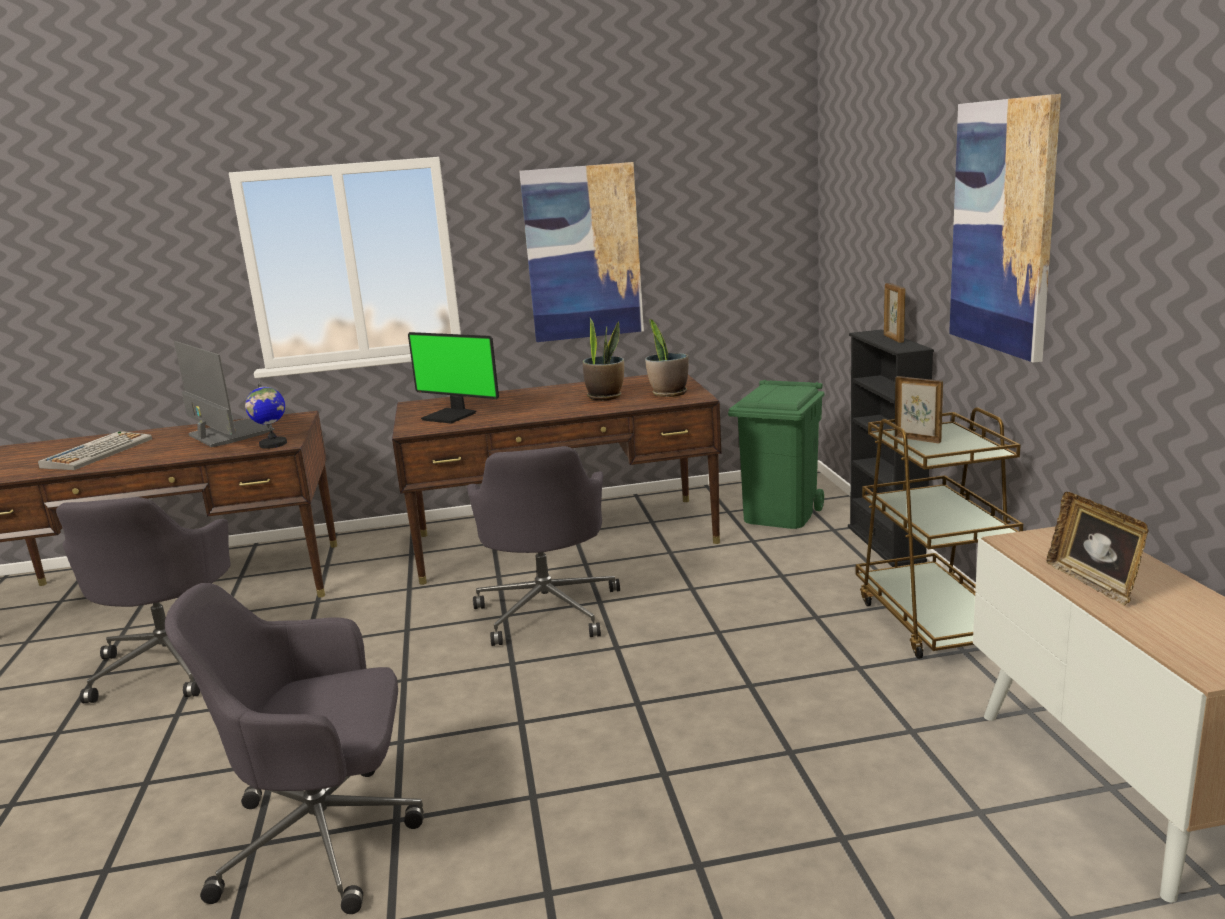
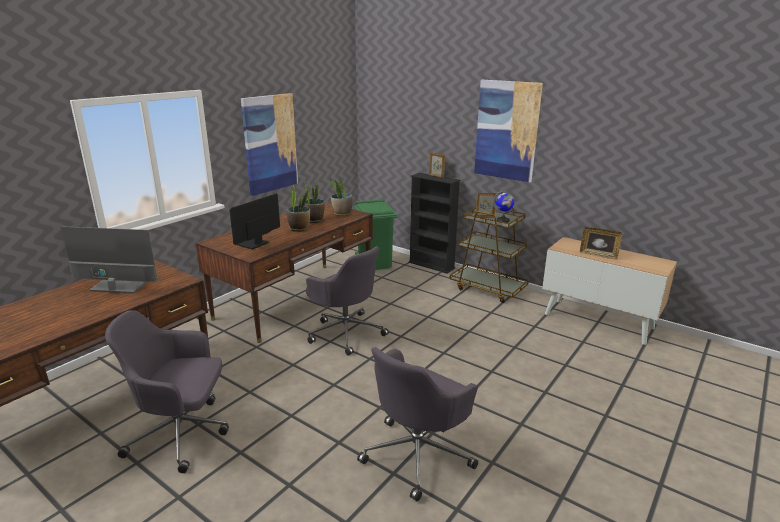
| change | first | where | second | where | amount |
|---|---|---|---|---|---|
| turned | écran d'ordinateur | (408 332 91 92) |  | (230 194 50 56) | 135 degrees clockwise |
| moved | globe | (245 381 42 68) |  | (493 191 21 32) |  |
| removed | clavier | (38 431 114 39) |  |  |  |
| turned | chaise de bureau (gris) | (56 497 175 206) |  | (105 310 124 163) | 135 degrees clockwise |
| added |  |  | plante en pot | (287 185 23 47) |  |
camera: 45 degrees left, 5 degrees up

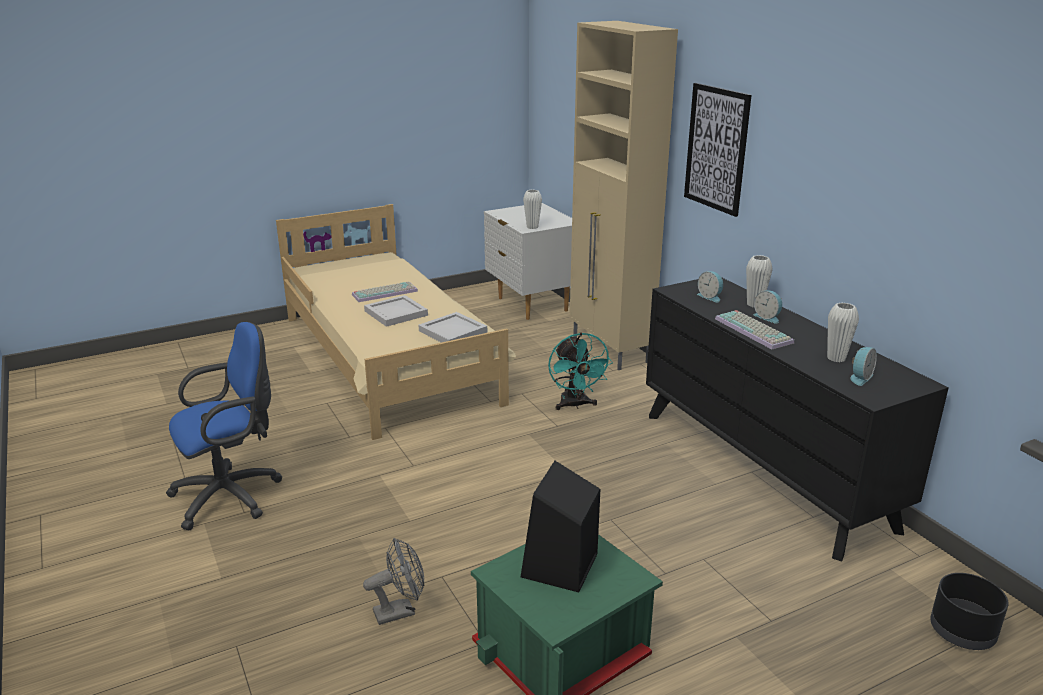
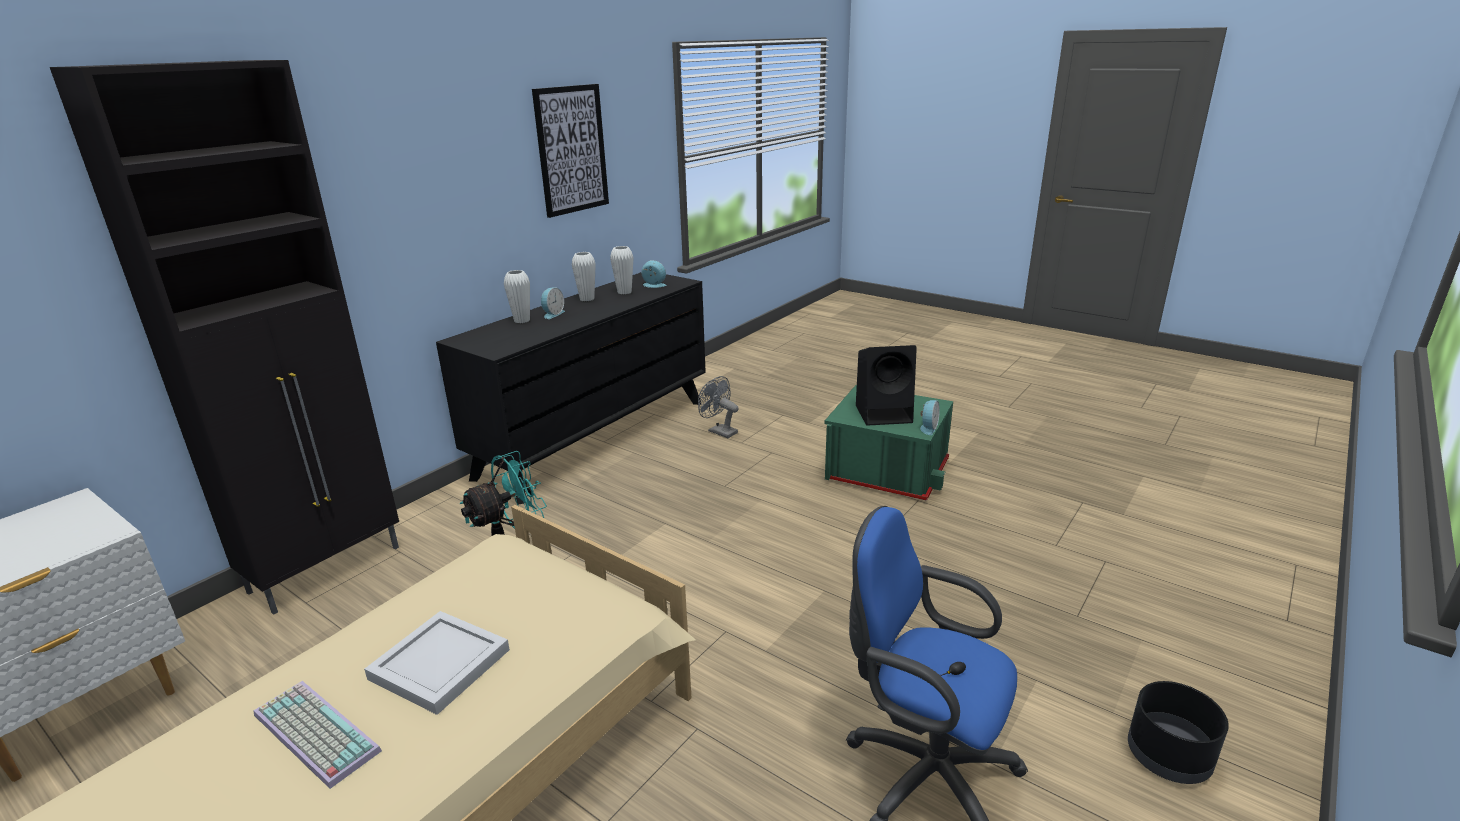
| change | first | where | second | where | amount |
|---|---|---|---|---|---|
| recoloured | meuble de rangement (beige) | (570 21 108 349) | meuble de rangement (noir) | (50 60 349 555) |  |
| moved | tableau | (684 83 67 134) |  | (532 84 77 134) |  |
| moved | vase (blanc) | (523 190 19 39) |  | (572 252 24 49) |  |
| moved | réveil | (697 271 26 31) |  | (920 400 20 35) |  |
| removed | clavier | (715 310 79 39) |  |  |  |
| removed | plateau (blanc) | (419 312 68 31) |  |  |  |
| moved | ventilateur (gris) | (363 538 61 87) |  | (698 376 41 62) |  |
| moved | cache-pot (noir) | (930 573 79 77) |  | (1128 681 101 103) |  |
camera: 115 degrees left, 0 degrees up

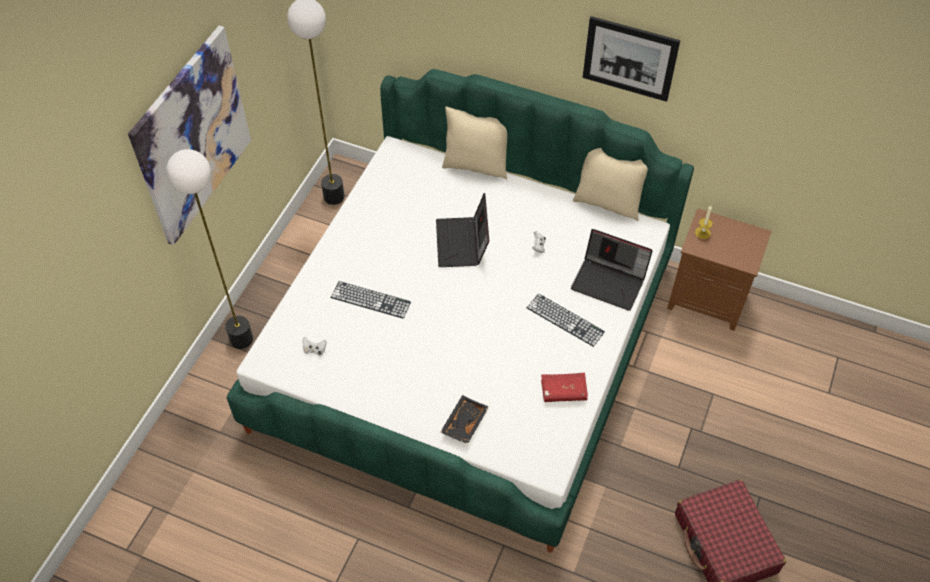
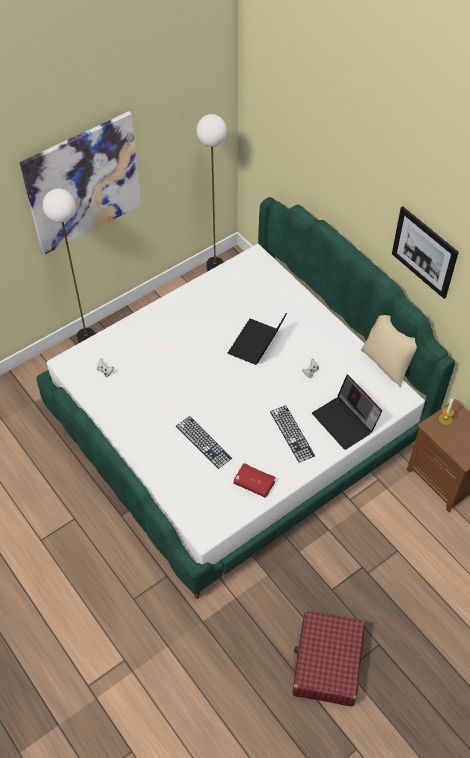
| change | first | where | second | where | amount |
|---|---|---|---|---|---|
| removed | coussin (beige) | (442 107 65 73) |  |  |  |
| moved | clavier | (331 281 80 38) |  | (176 416 56 53) |  |
| removed | plateau (noir) | (440 395 49 49) |  |  |  |
camera: 30 degrees right, 0 degrees up

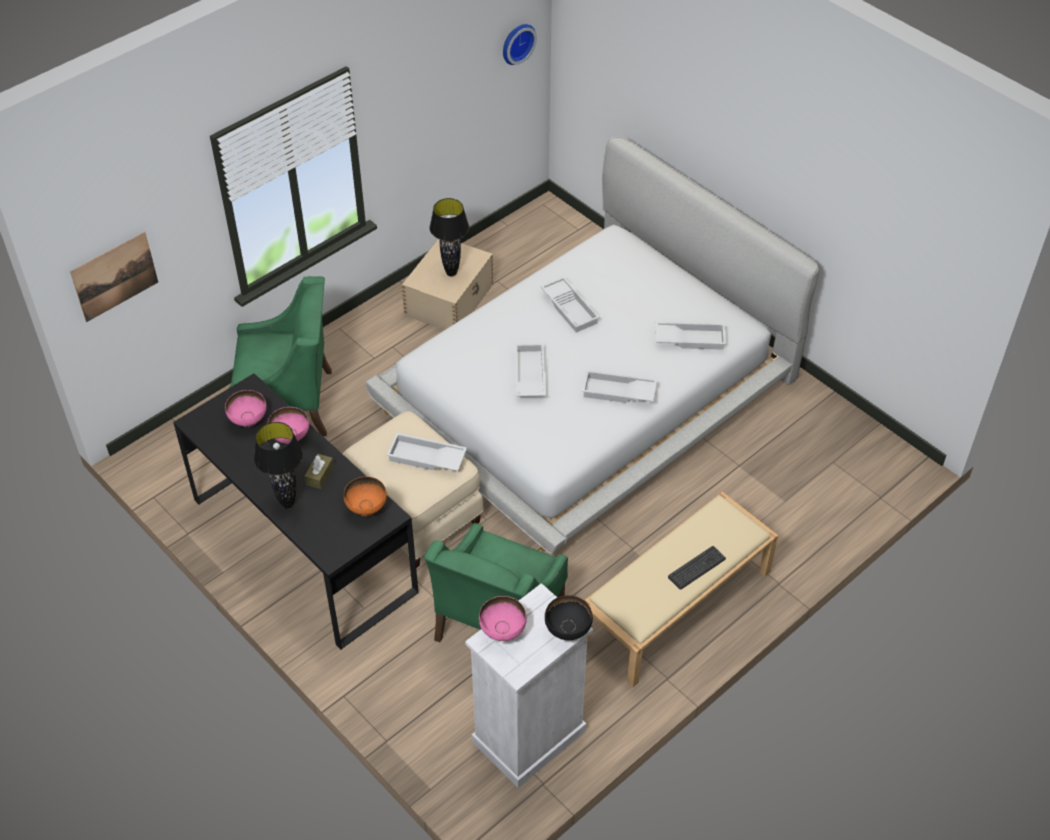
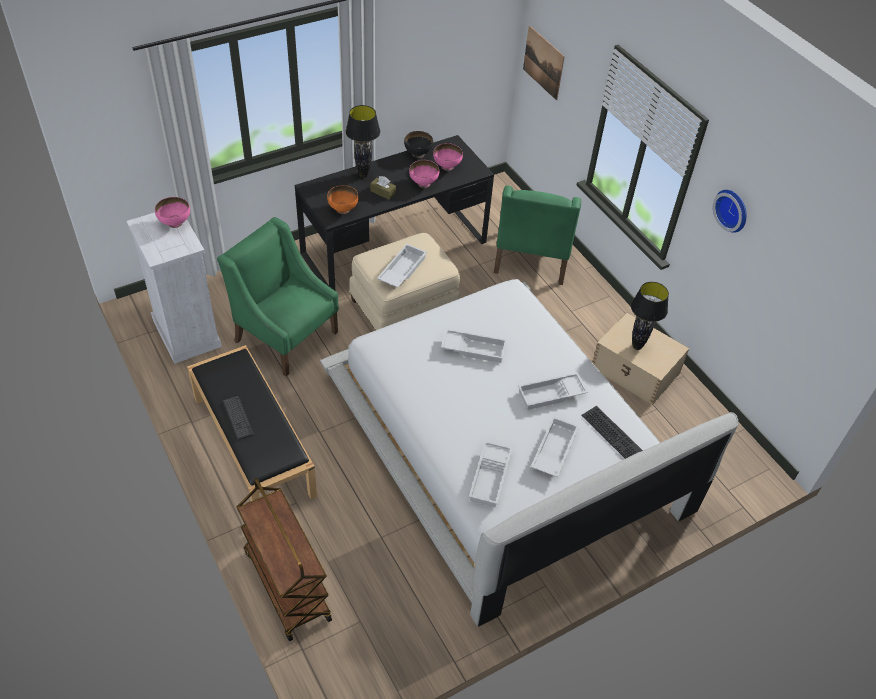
| change | first | where | second | where | amount |
|---|---|---|---|---|---|
| moved | horloge murale | (503 24 34 41) |  | (713 190 34 43) |  |
| moved | plateau (blanc) | (582 370 75 33) |  | (531 416 48 61) |  |
| recoloured | banc (beige) | (584 492 194 195) | banc (noir) | (187 345 130 156) |  |
| moved | bol (noir) | (545 595 48 45) |  | (404 131 29 27) |  |
| added |  |  | clavier | (581 406 62 53) |  |
| added |  |  | chariot (marron) | (237 477 95 164) |  |
camera: 100 degrees right, 0 degrees up

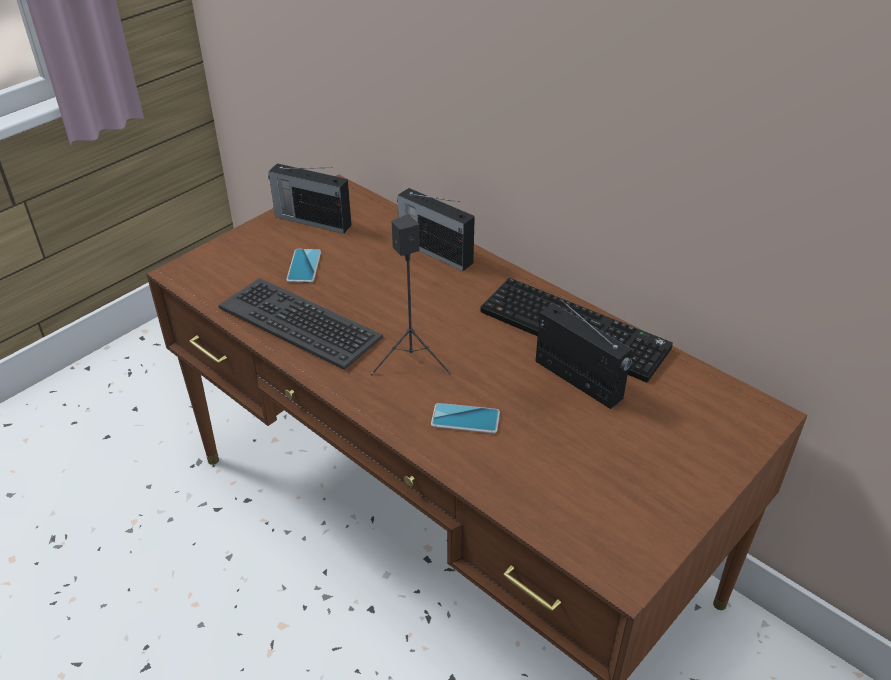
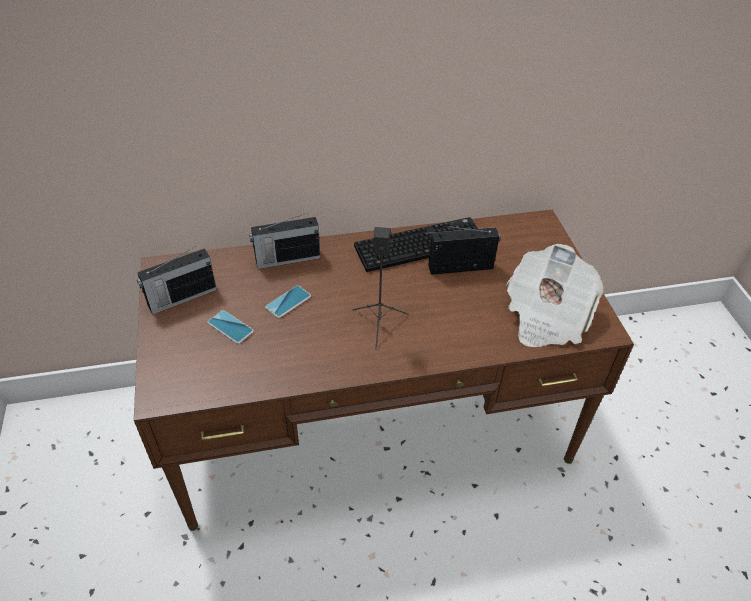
| change | first | where | second | where | amount |
|---|---|---|---|---|---|
| removed | clavier | (218 278 165 92) |  |  |  |
| moved | téléphone | (431 403 69 31) |  | (265 285 46 33) |  |
| added |  |  | journal | (506 244 98 103) |  |
camera: 55 degrees left, 5 degrees up

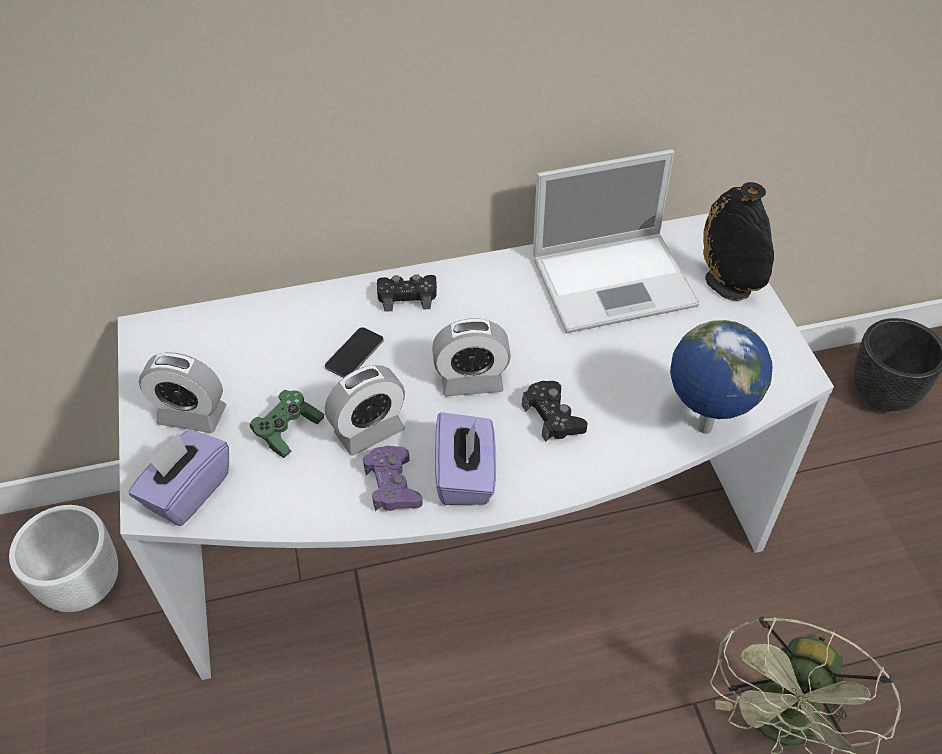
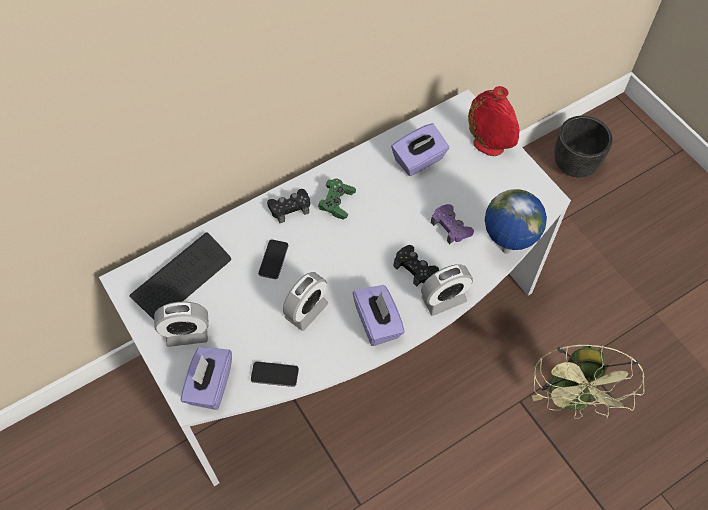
| change | first | where | second | where | amount |
|---|---|---|---|---|---|
| replaced | ordinateur portable | (533 149 167 184) | boîte à mouchoirs (violet) | (391 123 58 53) |  |
| recoloured | vase (noir) | (703 182 71 119) | vase (rouge) | (468 86 51 70) |  |
| moved | réveil | (432 319 79 78) |  | (421 264 52 52) |  |
| moved | manette (vert) | (250 390 74 68) |  | (318 179 38 41) |  |
| moved | manette (violet) | (363 445 60 66) |  | (431 204 43 40) |  |
| removed | cache-pot (blanc) | (9 505 109 107) |  |  |  |
| added |  |  | clavier | (129 233 102 87) |  |
| added |  |  | téléphone | (251 361 48 26) |  |
camera: 20 degrees left, 10 degrees up

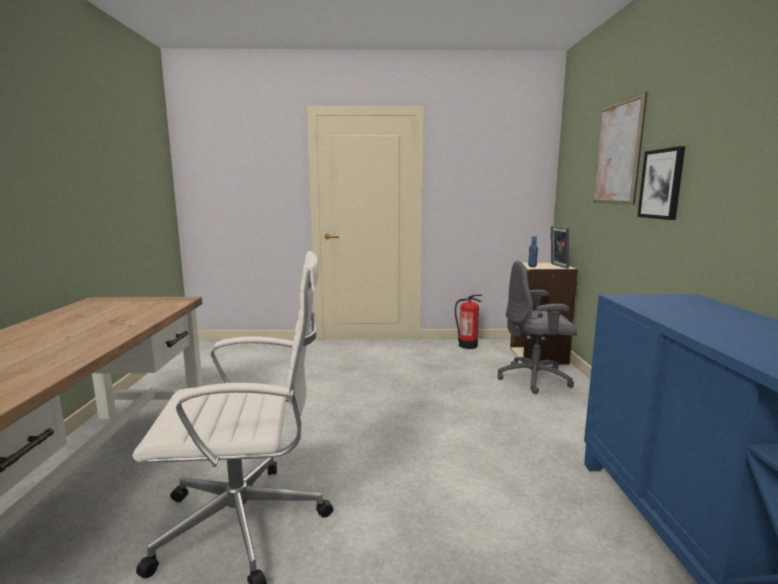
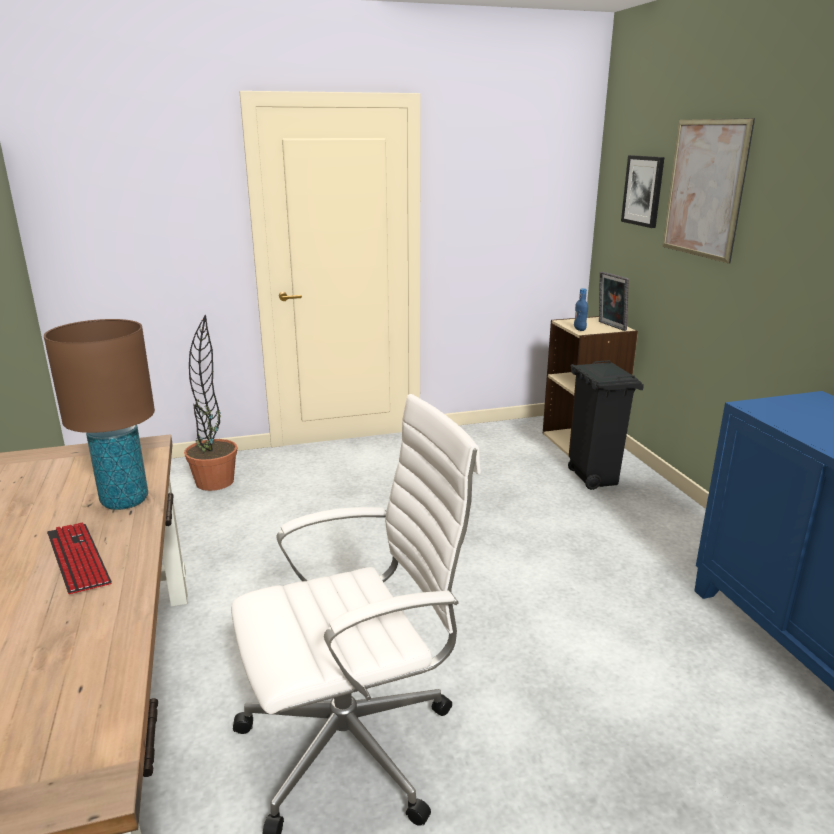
| change | first | where | second | where | amount |
|---|---|---|---|---|---|
| moved | tableau | (637 146 48 74) |  | (621 155 44 73) |  |
| replaced | chaise de bureau (gris) | (498 261 79 133) | poubelle (noir) | (568 360 76 130) |  |
| removed | extincteur | (455 294 27 55) |  |  |  |
| added |  |  | plante en pot | (184 315 53 176) |  |
| added |  |  | lampe de table (marron) | (44 319 111 191) |  |
| added |  |  | clavier | (47 522 65 72) |  |
camera: 15 degrees left, 10 degrees up

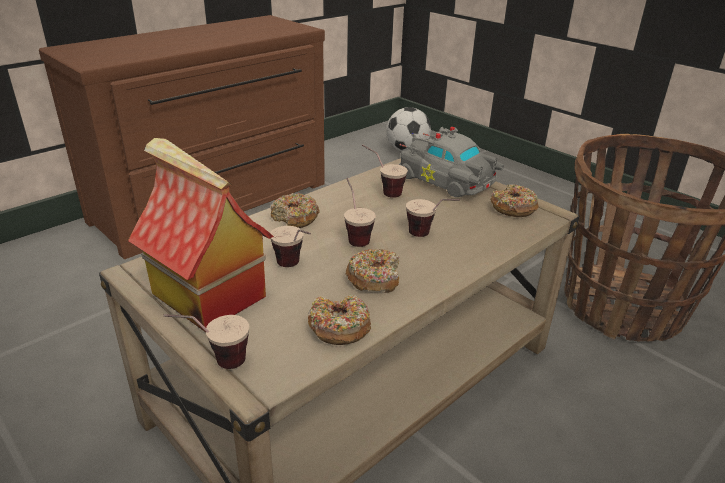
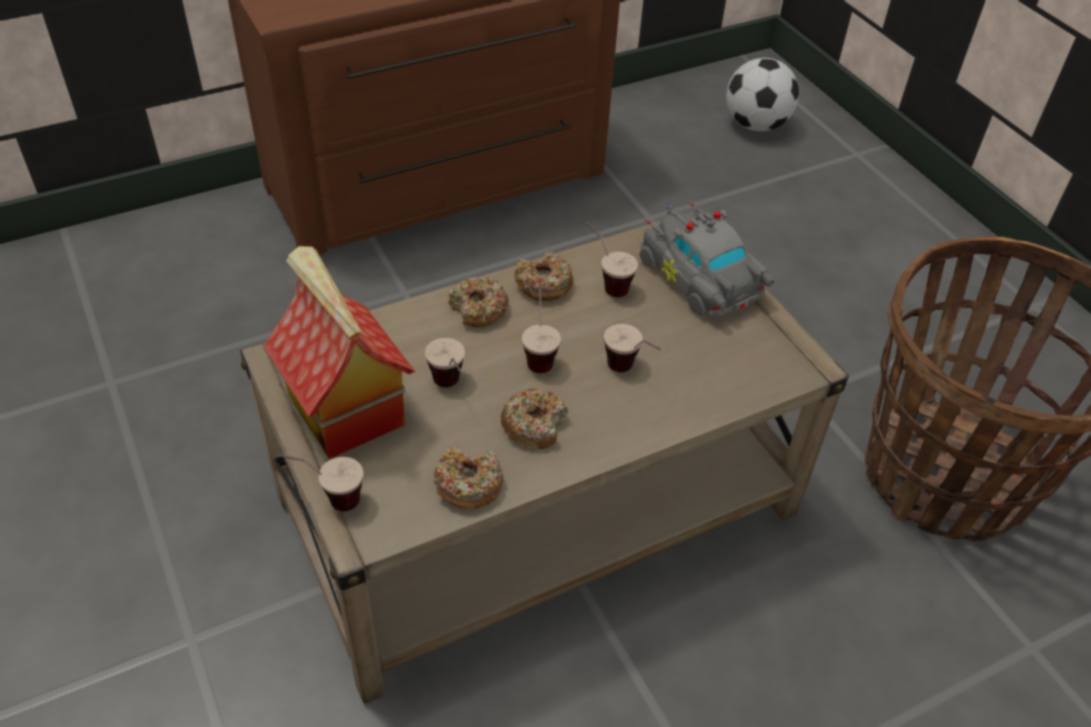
| change | first | where | second | where | amount |
|---|---|---|---|---|---|
| moved | beignet | (490 184 49 33) |  | (514 252 60 49) |  |
camera: 15 degrees right, 15 degrees up

